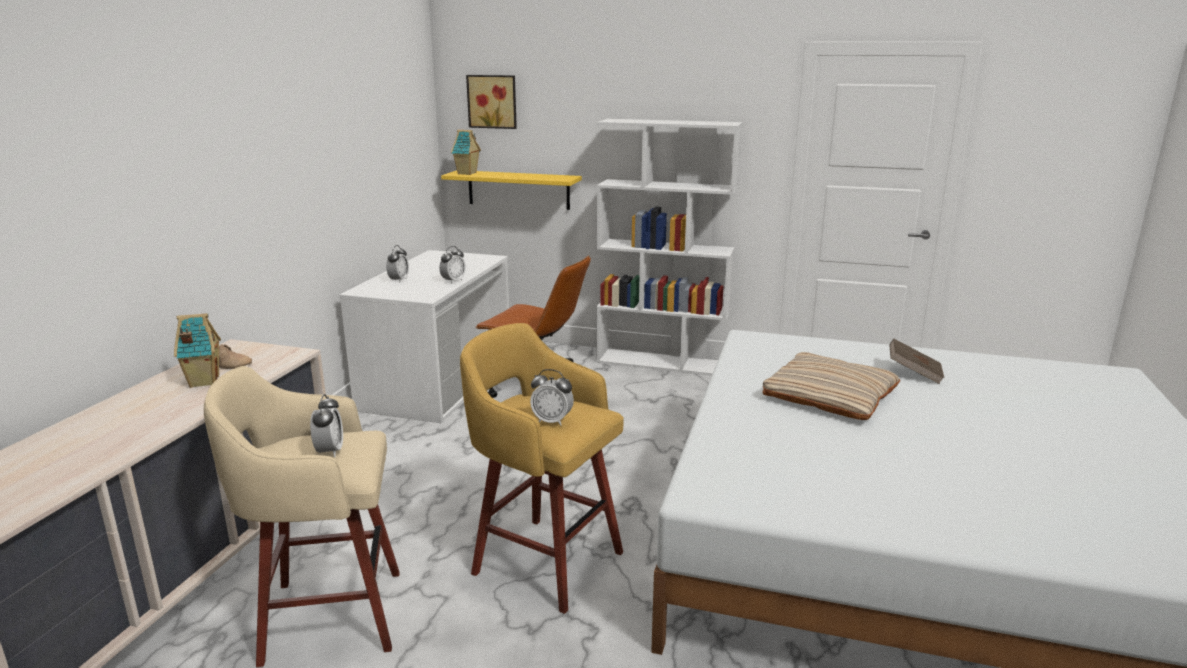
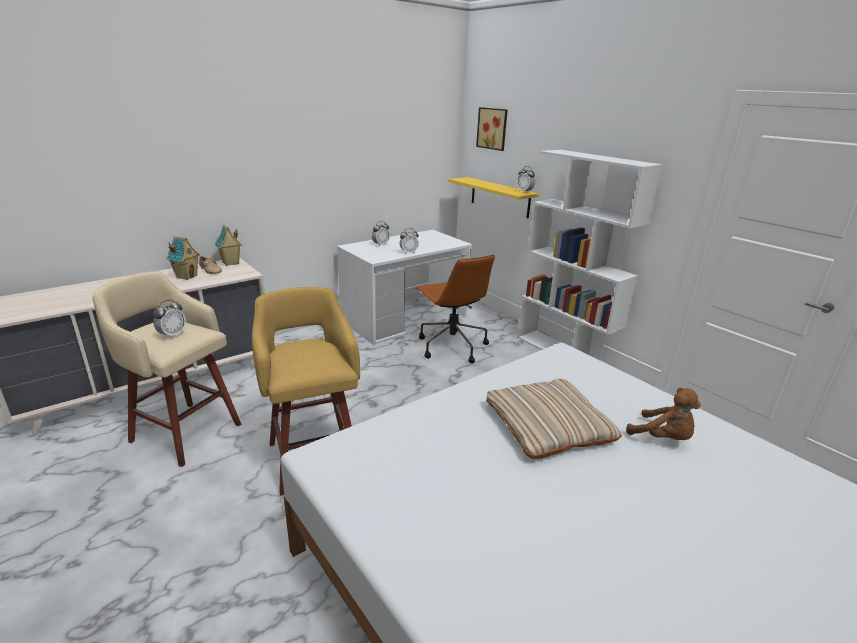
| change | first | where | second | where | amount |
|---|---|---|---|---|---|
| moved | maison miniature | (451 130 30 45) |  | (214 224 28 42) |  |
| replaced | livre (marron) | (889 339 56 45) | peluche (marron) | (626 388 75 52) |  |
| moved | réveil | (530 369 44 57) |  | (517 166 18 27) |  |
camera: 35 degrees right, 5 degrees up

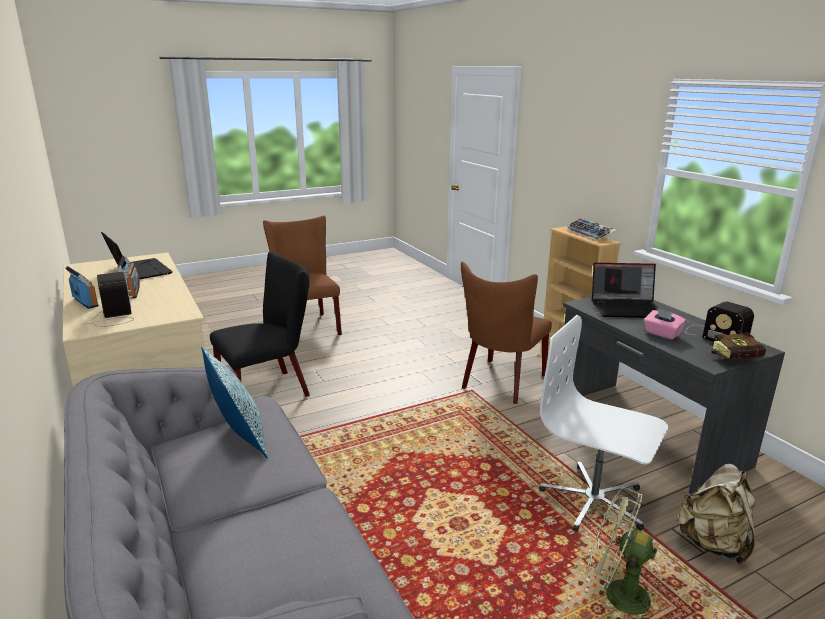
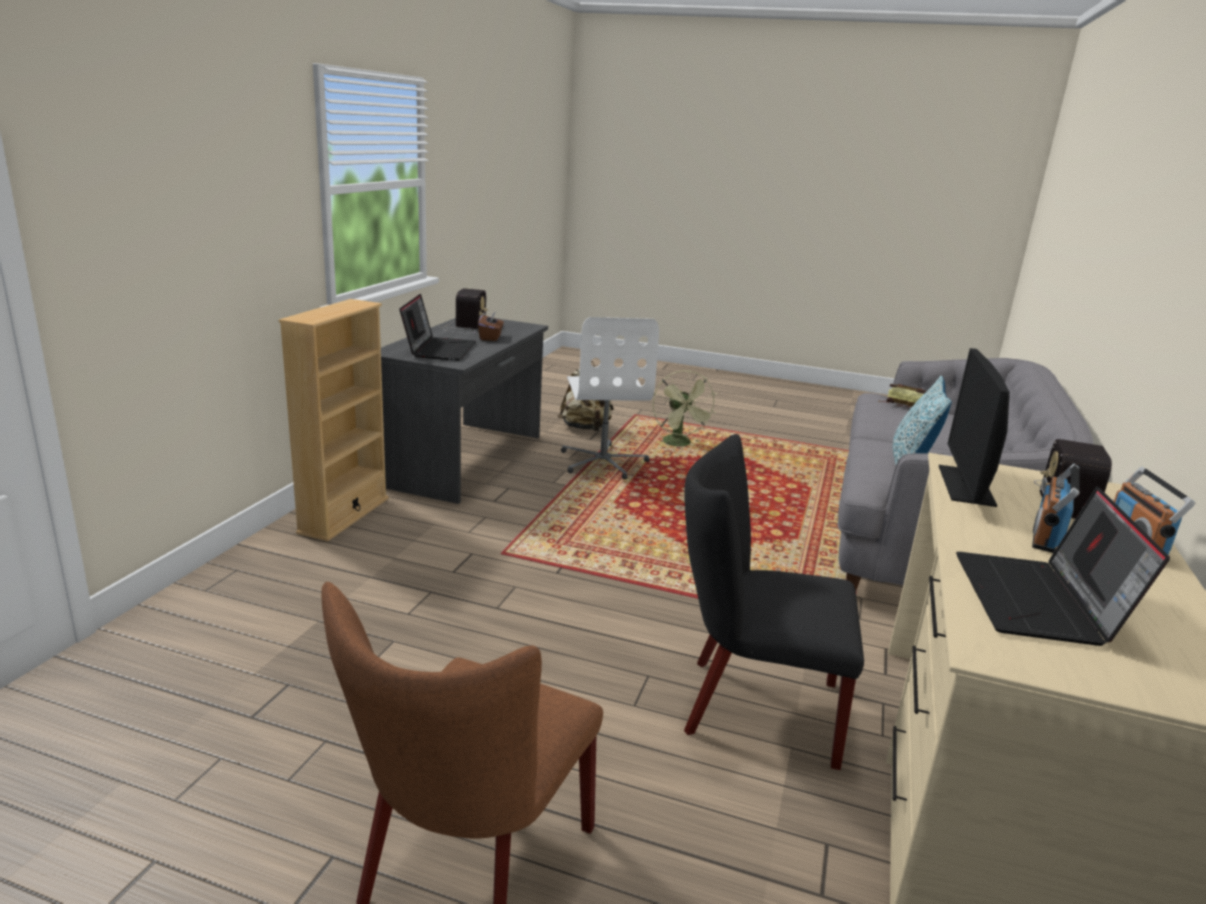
| change | first | where | second | where | amount |
|---|---|---|---|---|---|
| removed | clavier | (566 218 50 23) |  |  |  |
| removed | chaise (marron) | (461 261 91 143) |  |  |  |
| turned | ordinateur portable | (592 263 66 55) |  | (399 294 77 67) | 45 degrees clockwise |
| recoloured | boîte à mouchoirs (rose) | (644 308 42 32) | boîte à mouchoirs (marron) | (478 310 26 31) |  |
| moved | livre | (711 331 55 29) |  | (878 384 48 23) |  |
| added |  |  | écran d'ordinateur | (939 348 71 159) |  |
camera: 135 degrees left, 0 degrees up

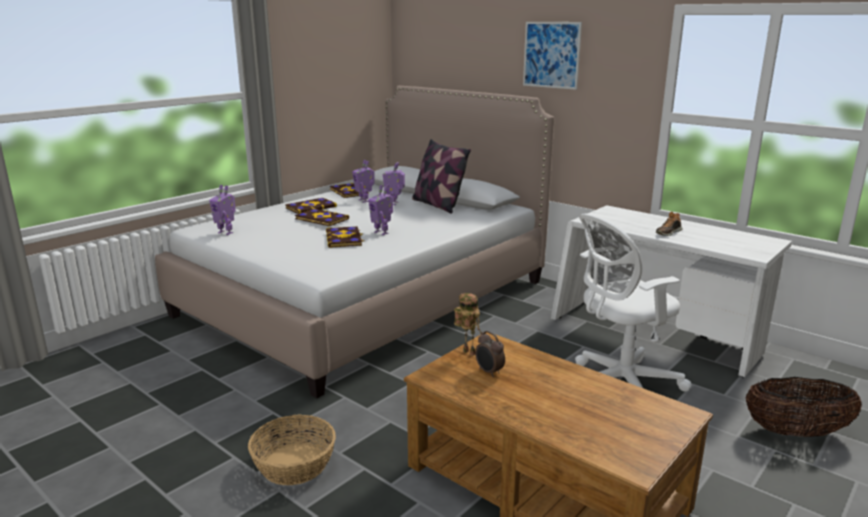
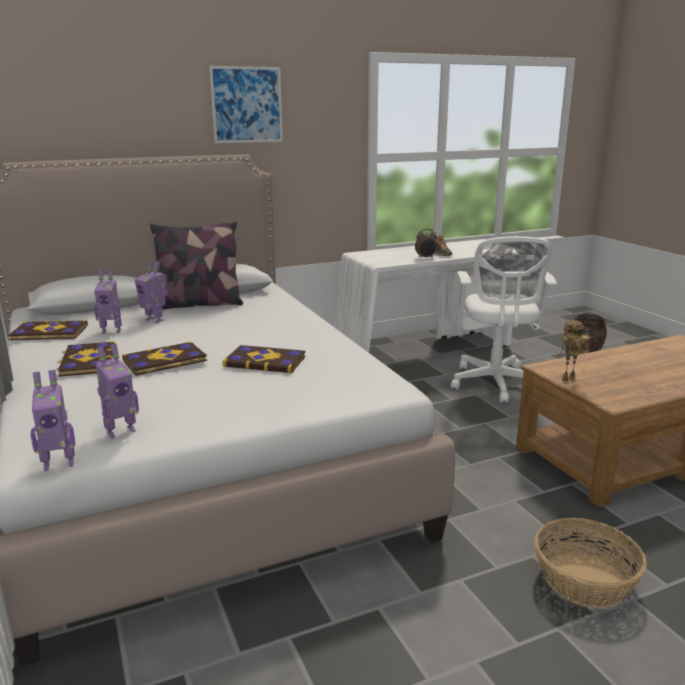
| change | first | where | second | where | amount |
|---|---|---|---|---|---|
| moved | robot jouet | (368 185 25 50) |  | (30 370 45 101) |  |
| moved | réveil | (475 331 30 46) |  | (415 229 22 30) |  |
camera: 65 degrees left, 0 degrees up

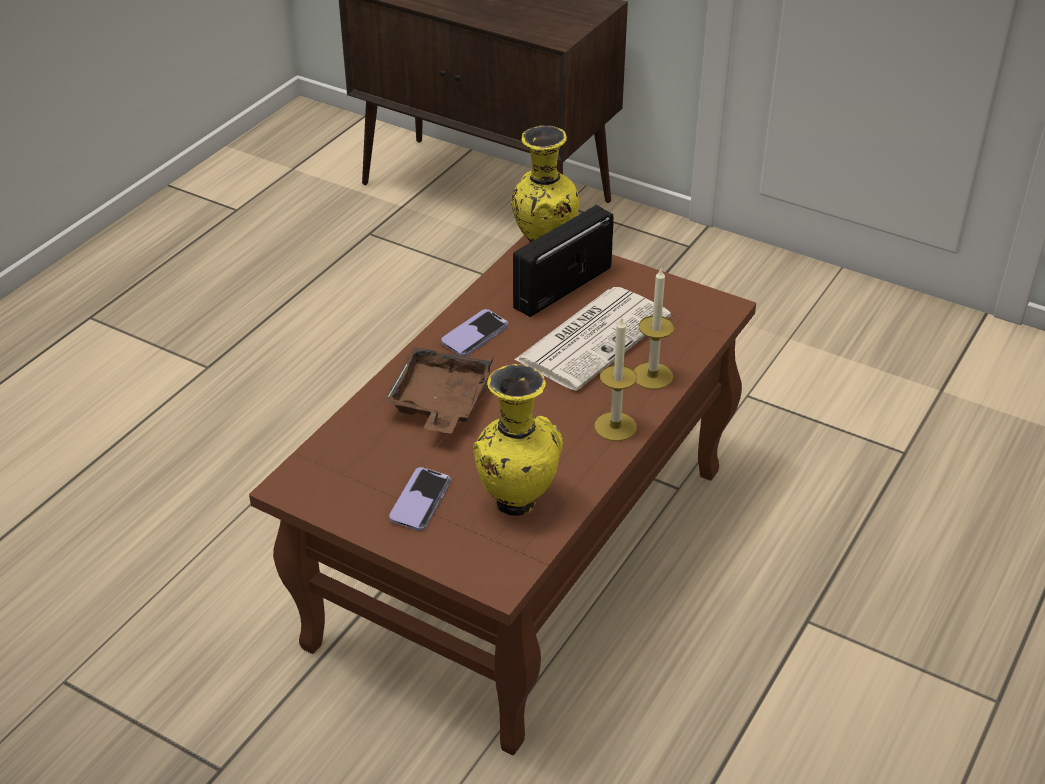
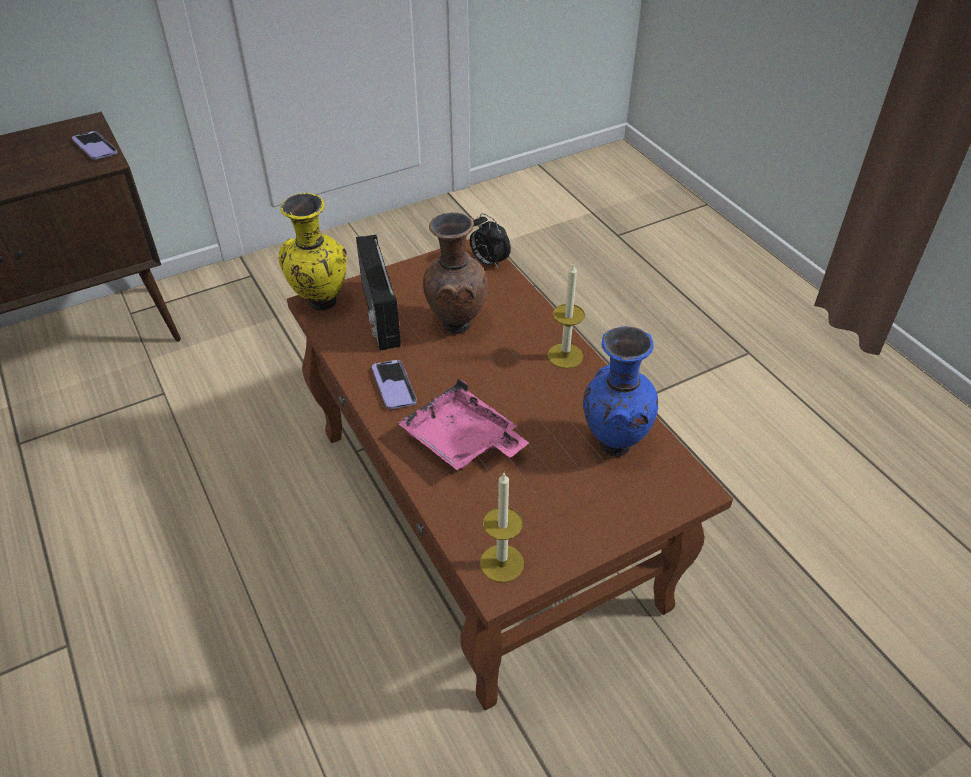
| change | first | where | second | where | amount |
|---|---|---|---|---|---|
| moved | bougie | (634 269 41 120) |  | (480 473 44 110) |  |
| replaced | journal | (514 287 157 104) | vase (marron) | (423 212 64 122) |  |
| recoloured | plateau (marron) | (382 347 111 87) | plateau (rose) | (398 378 131 92) |  |
| recoloured | vase (jaune) | (473 364 90 152) | vase (bleu) | (583 326 75 131) |  |
| moved | téléphone | (389 467 62 64) |  | (72 131 46 28) |  |
| added |  |  | réveil | (470 213 41 56) |  |
camera: 60 degrees left, 5 degrees up

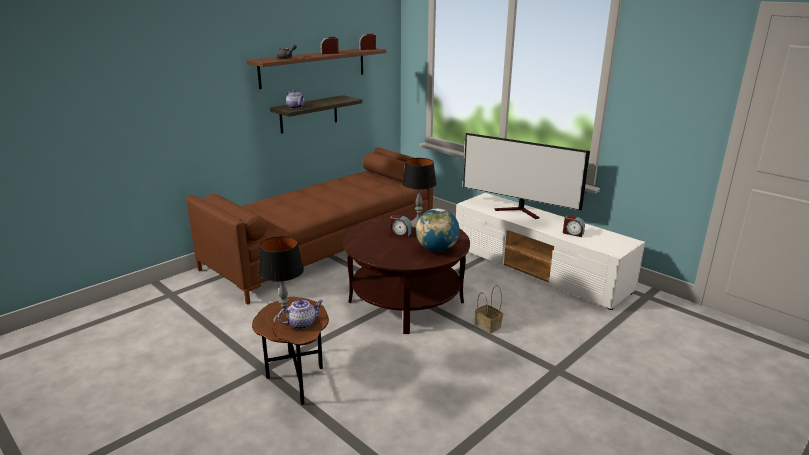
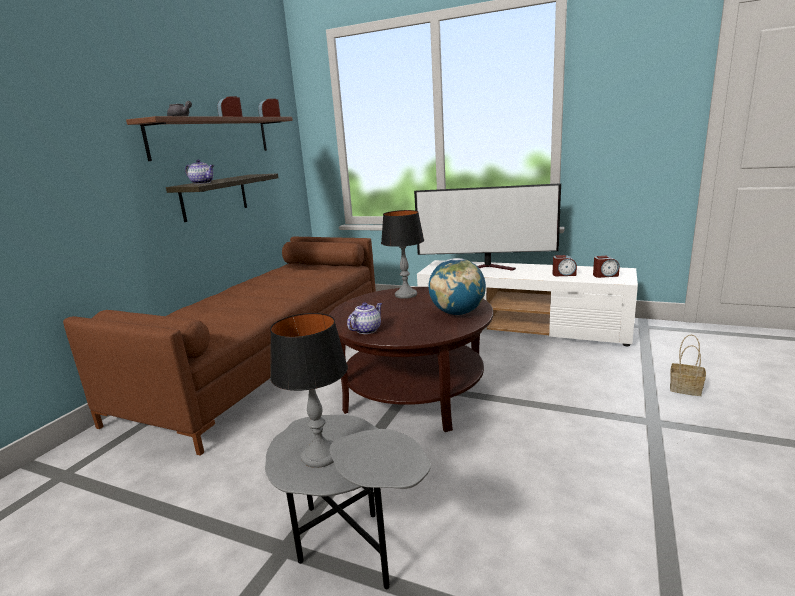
| change | first | where | second | where | amount |
|---|---|---|---|---|---|
| moved | réveil | (390 214 22 23) |  | (593 256 26 22) |  |
| moved | panier | (475 285 28 48) |  | (670 334 36 62) |  |
| recoloured | table d'appoint (marron) | (252 297 77 108) | table d'appoint (gris) | (265 415 166 174) |  |
| moved | théière | (278 300 45 29) |  | (347 302 35 32) |  |
camera: 20 degrees left, 5 degrees down

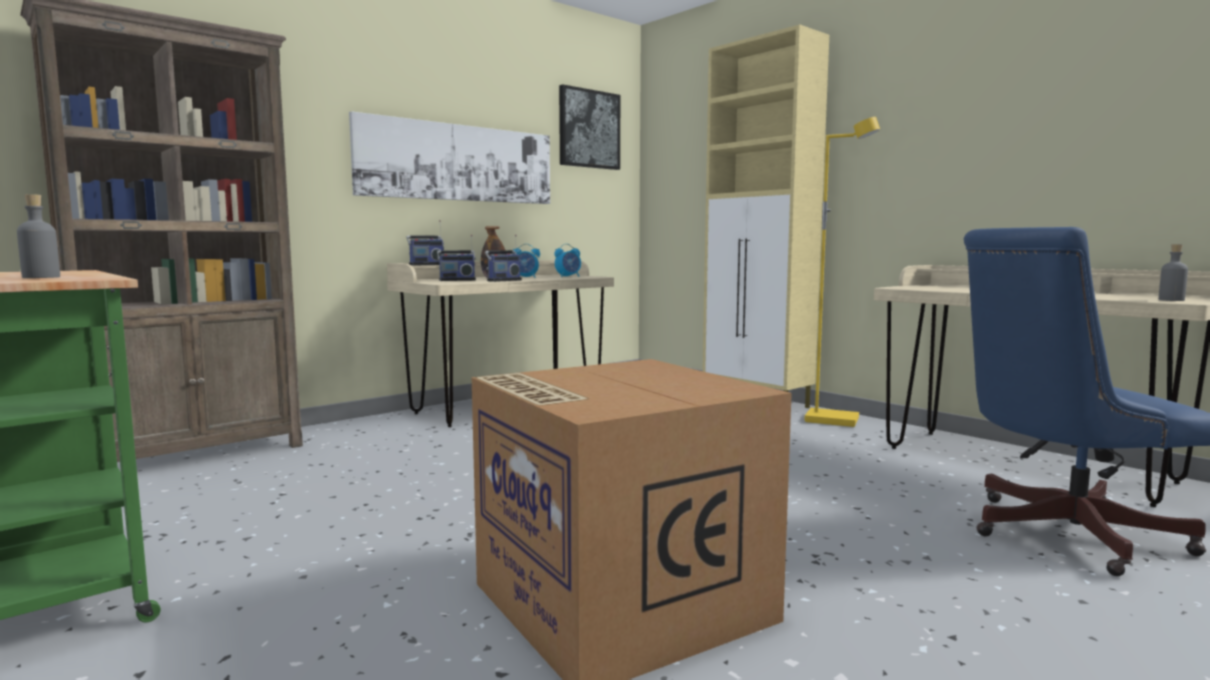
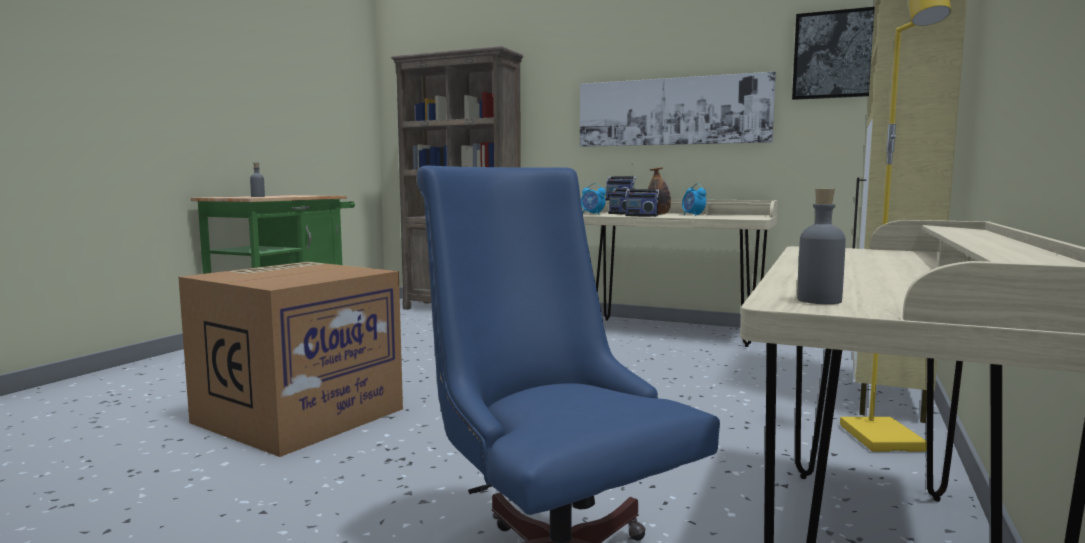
| change | first | where | second | where | amount |
|---|---|---|---|---|---|
| moved | réveil | (555 244 26 34) |  | (581 183 25 31) |  |
camera: 65 degrees right, 0 degrees up

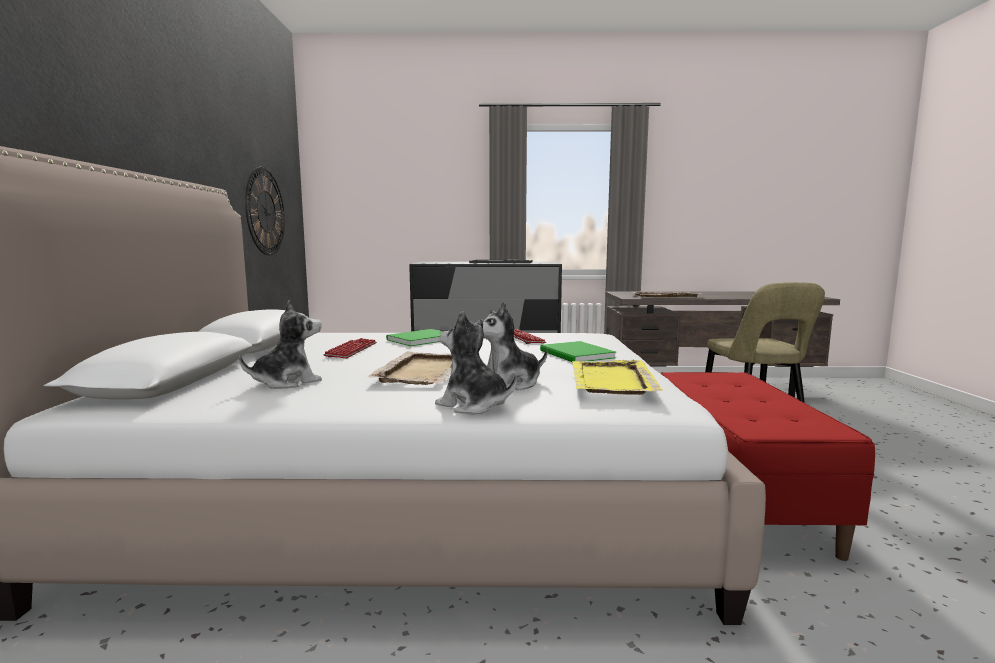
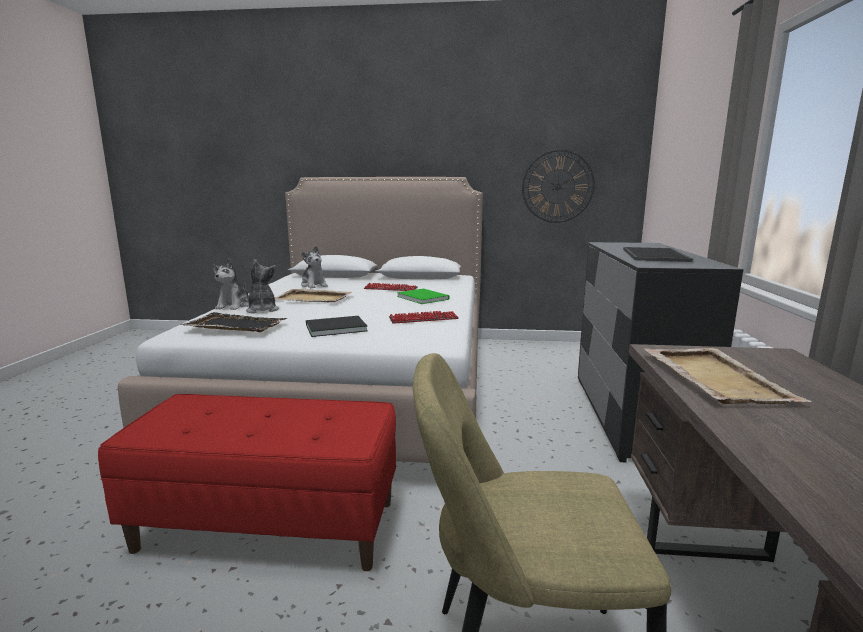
| change | first | where | second | where | amount |
|---|---|---|---|---|---|
| turned | peluche | (435 311 82 103) |  | (213 259 36 51) | 150 degrees clockwise |
| recoloured | livre (vert) | (540 341 76 21) | livre (noir) | (306 316 62 21) |  |
| recoloured | plateau (jaune) | (571 360 93 35) | plateau (noir) | (180 312 107 20) |  |
camera: 95 degrees right, 5 degrees up

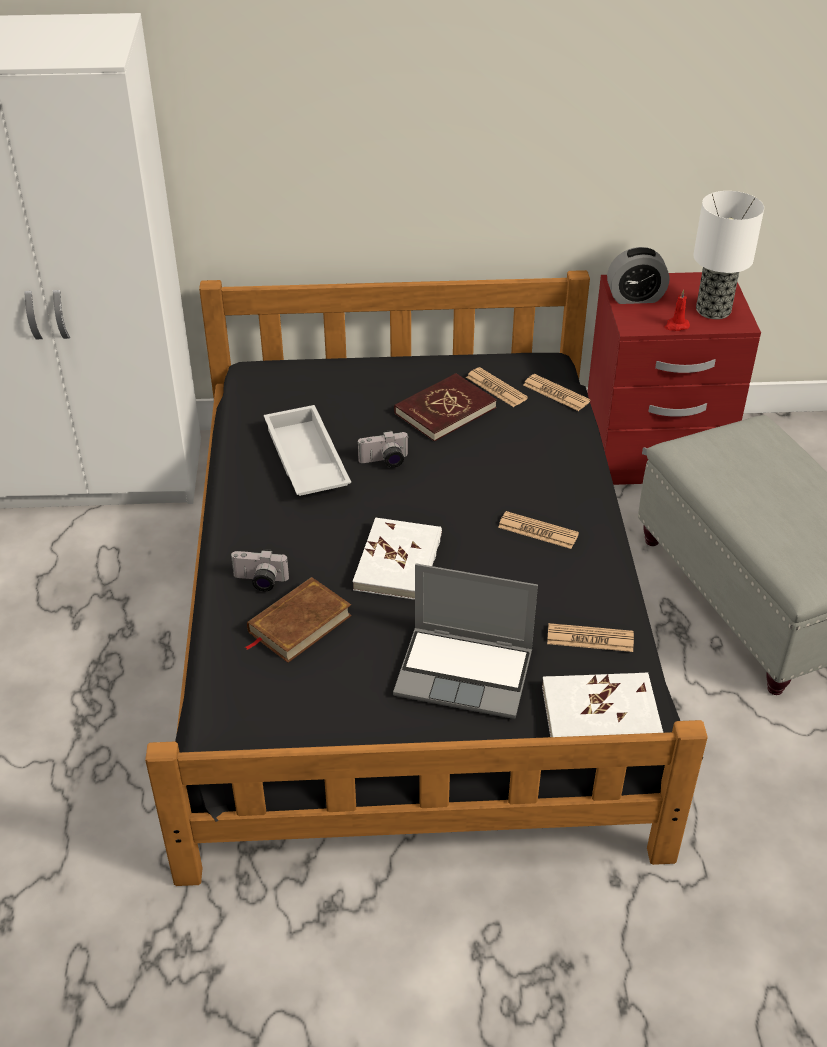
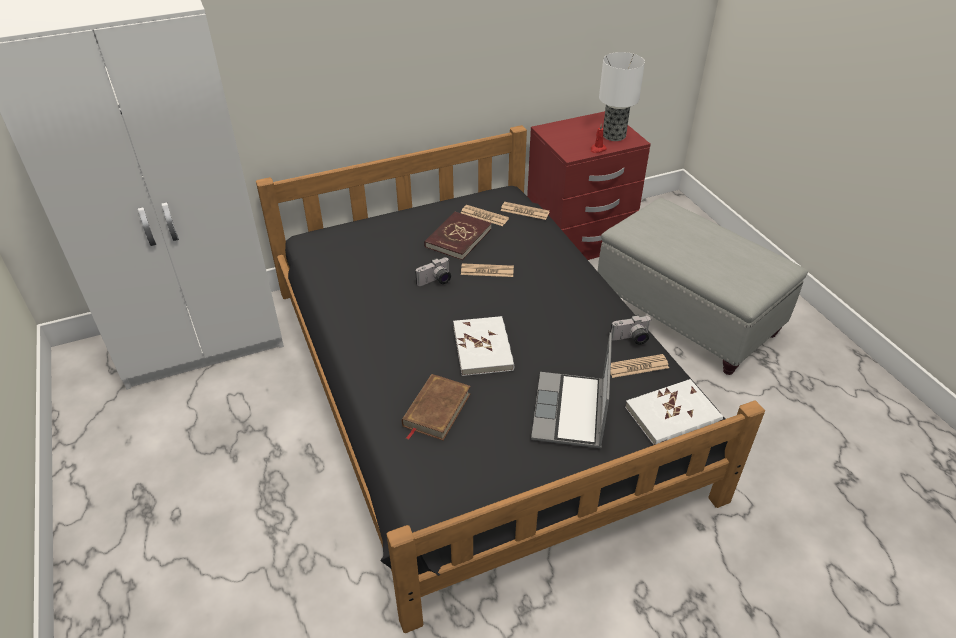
| change | first | where | second | where | amount |
|---|---|---|---|---|---|
| removed | réveil | (607 247 62 57) |  |  |  |
| removed | plateau (blanc) | (264 405 87 91) |  |  |  |
| moved | journal | (498 511 81 38) |  | (461 263 53 14) |  |
| moved | appareil photo | (230 549 59 43) |  | (610 315 41 30) |  |
| turned | ordinateur portable | (393 563 145 156) |  | (531 332 81 116) | 105 degrees clockwise |
camera: 20 degrees left, 0 degrees up

